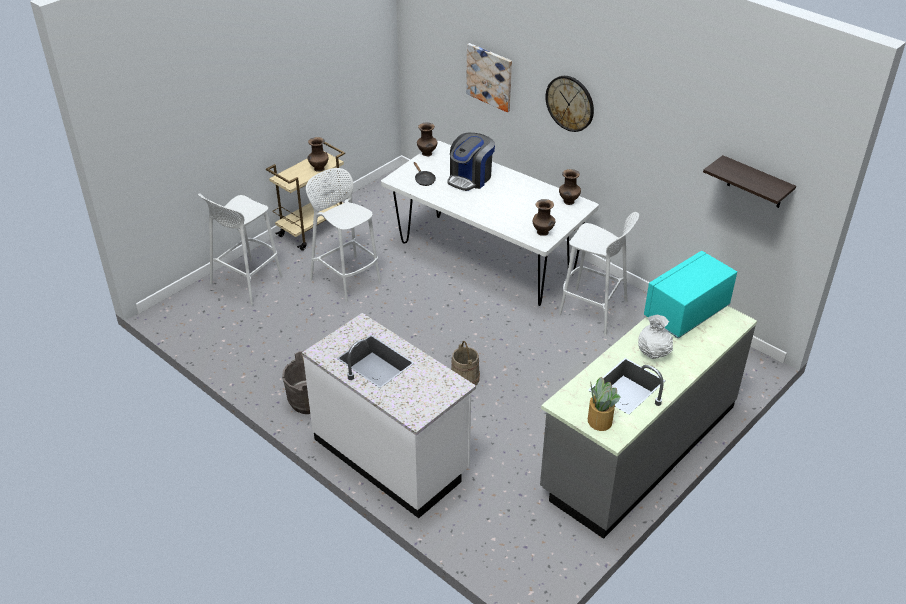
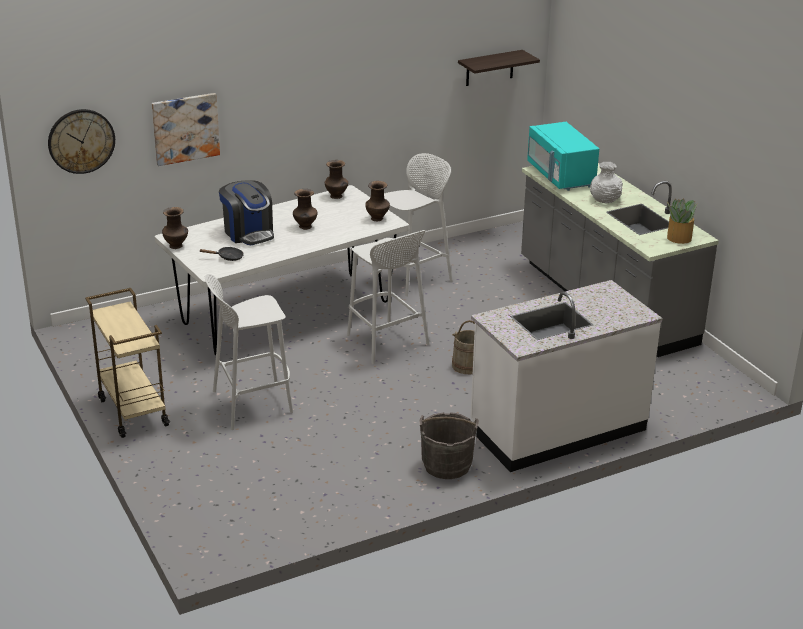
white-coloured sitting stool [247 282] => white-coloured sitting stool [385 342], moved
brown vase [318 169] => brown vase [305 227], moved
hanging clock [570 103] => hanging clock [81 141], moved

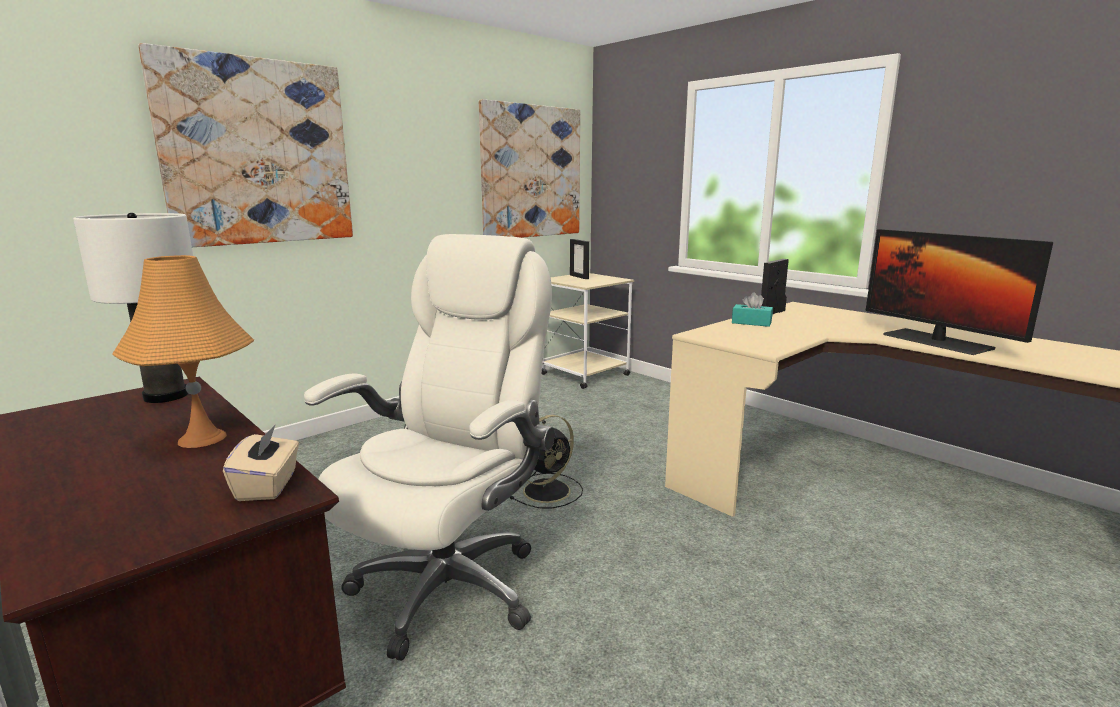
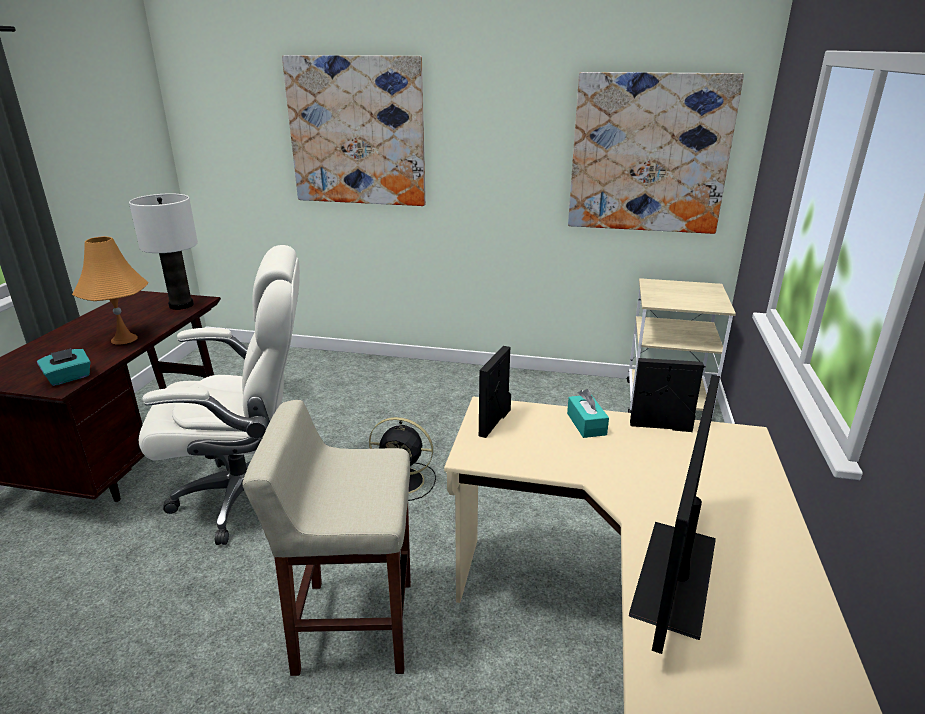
nothing => sand-coloured sitting stool [352 625]
standing frame [579 277] => standing frame [495 422], moved
sand-coloured box of tissues [268 486] => turquoise-coloured box of tissues [69 378]

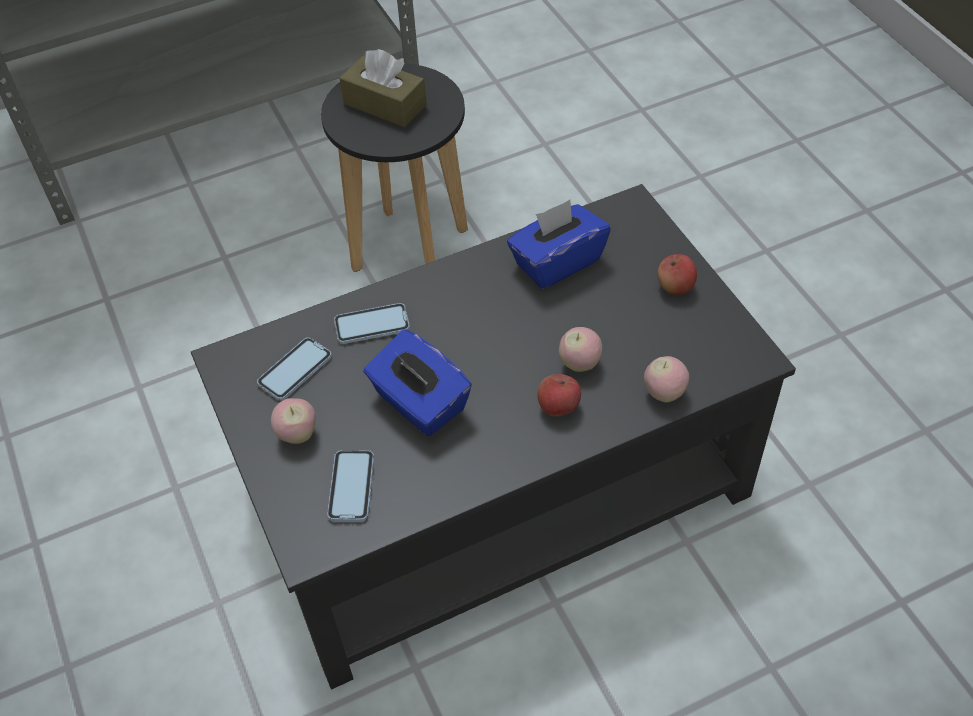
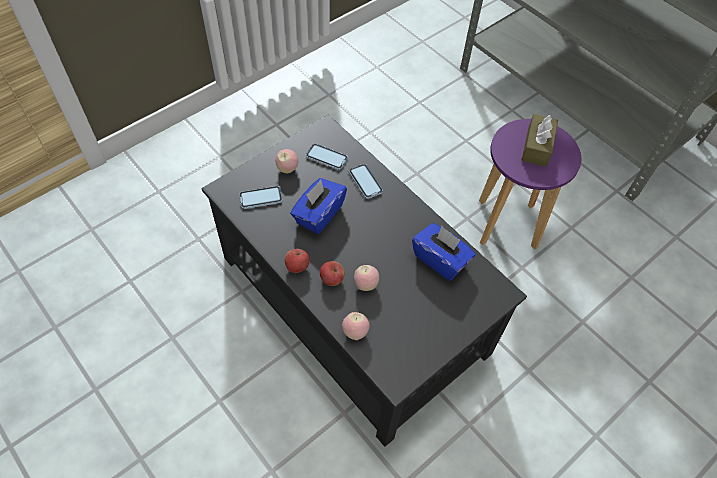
whole apple [675 287] => whole apple [297 267], moved
black-coloured sitting stool [410 249] => purple sitting stool [507 224]

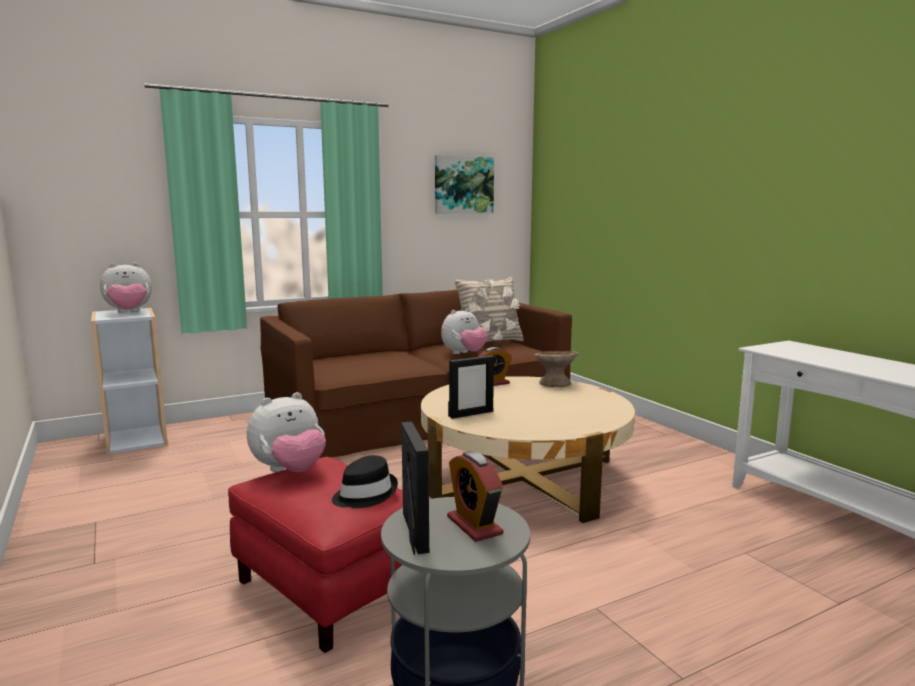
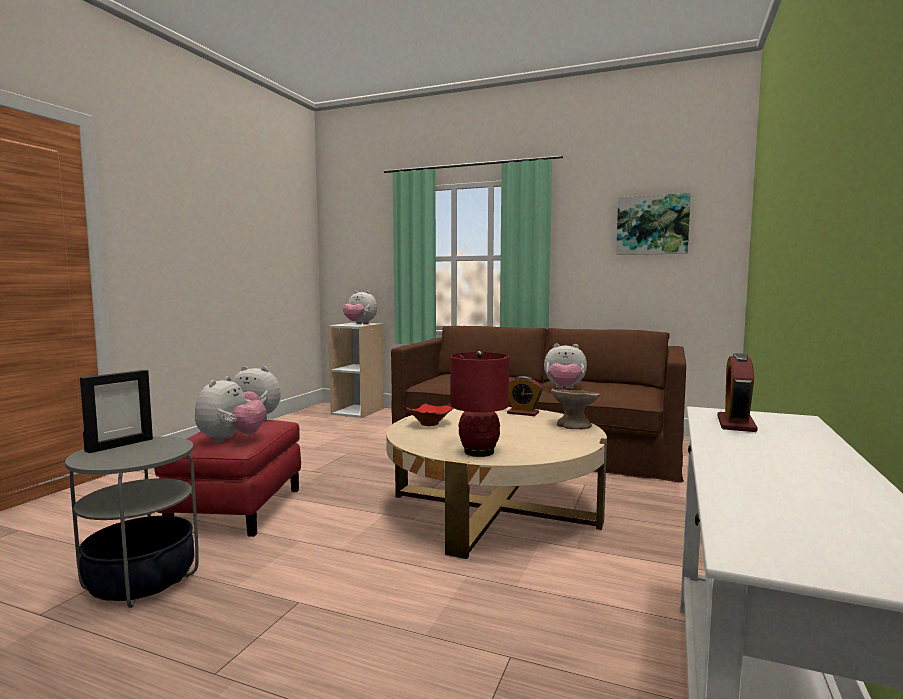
sand-coloured pillow [490 342] => nothing
nothing => red-coloured lamp for a table [479 452]
table clock [474 525] => table clock [736 424], moved
black-coloured clothing hat [364 494] => cuddly toy [231 440]
standing frame [471 414] => red-coloured serving bowl [430 424]

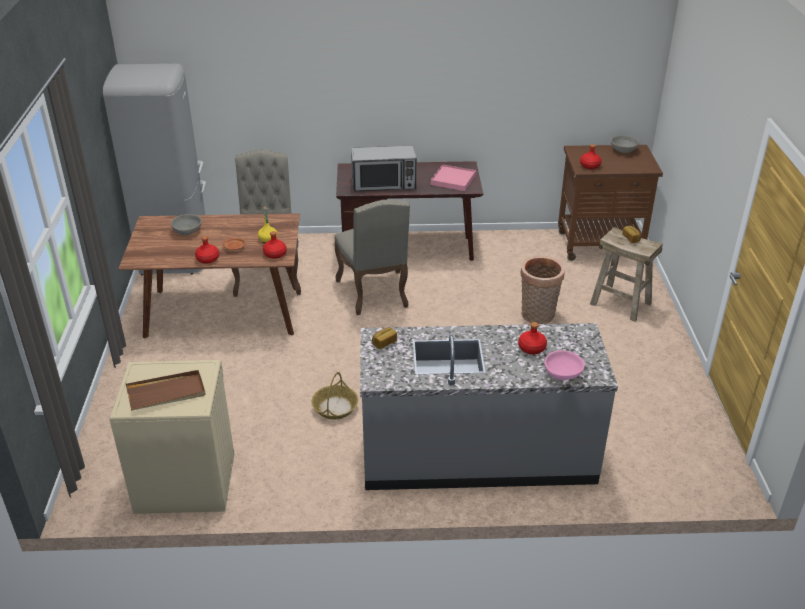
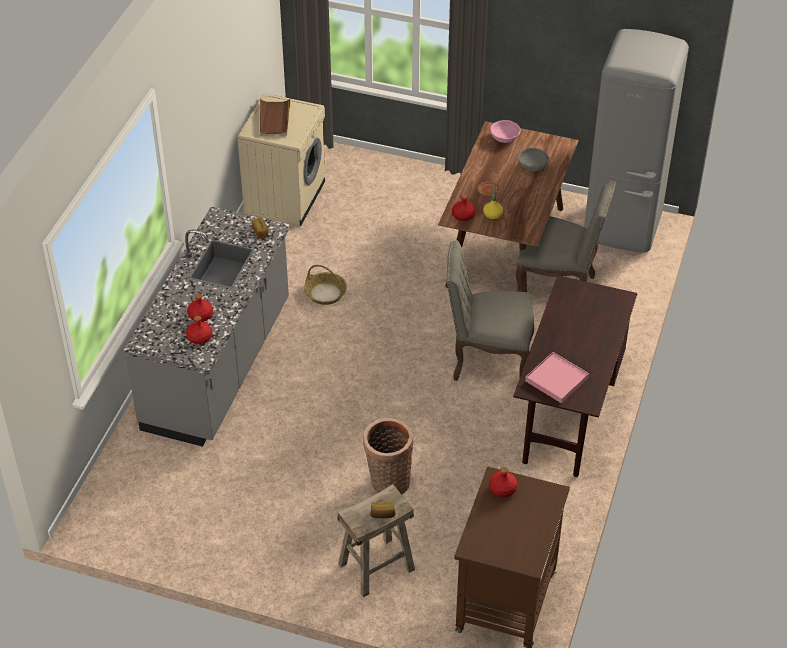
microwave [384 184] => nothing
gray serving bowl [624 150] => nothing
red-coloured bottle [207 259] => red-coloured bottle [200 337], moved
pink serving bowl [562 374] => pink serving bowl [504 138], moved

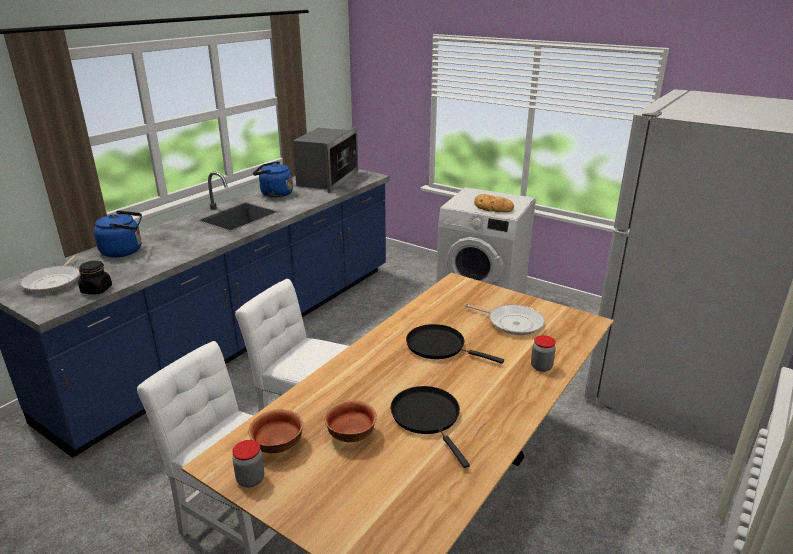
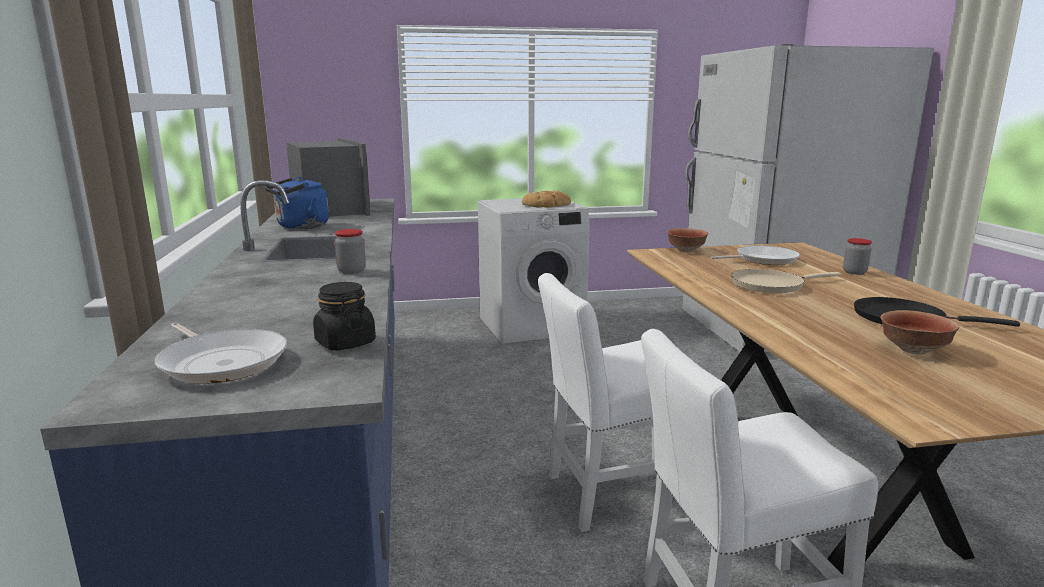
blue-coloured tea kettle [125 251] => nothing
preserve jar [250 479] => preserve jar [351 271], moved
serving bowl [278 446] => serving bowl [686 251], moved
black-coloured skillet [439 346] => sand-coloured skillet [771 285]

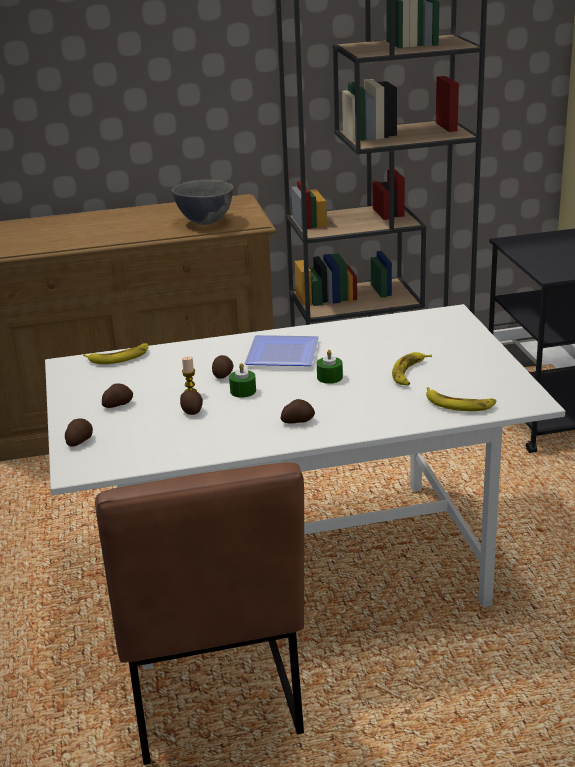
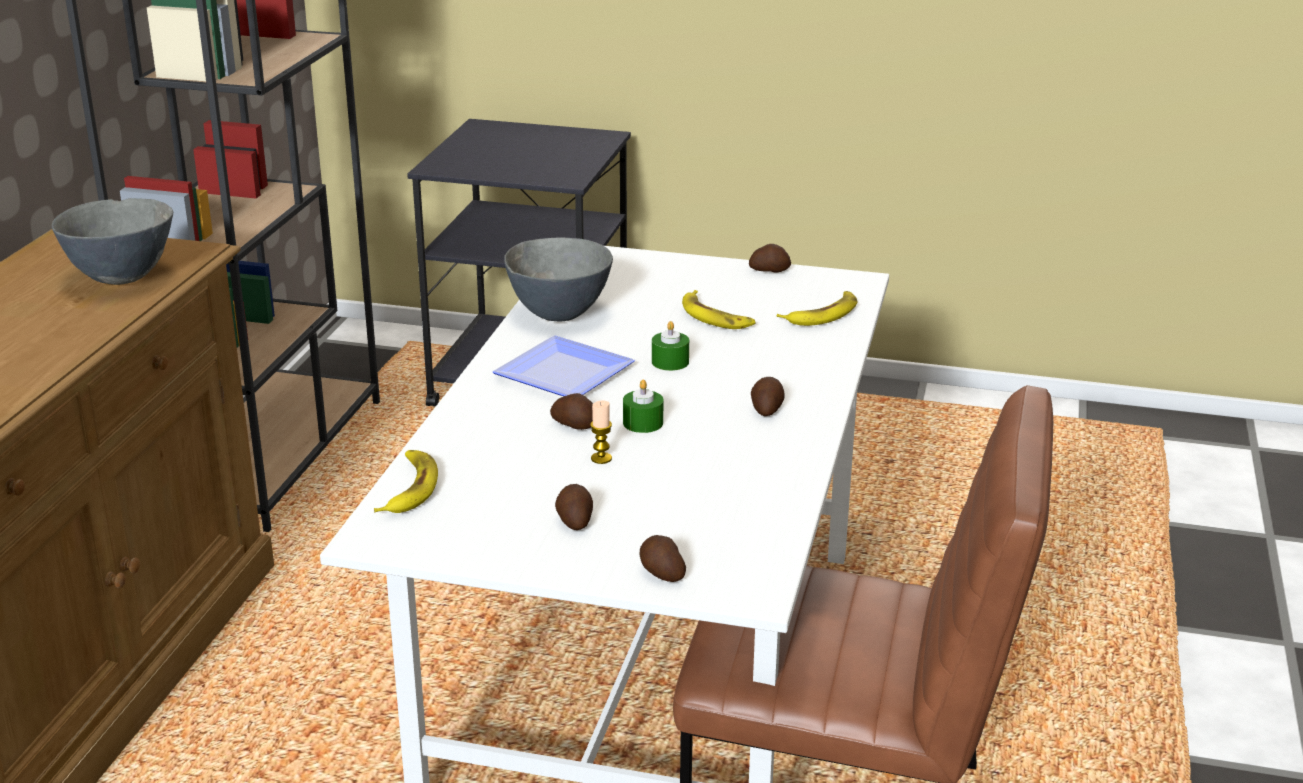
nothing => gray serving bowl [558 315]
whole potato [192 410] => whole potato [769 270], moved

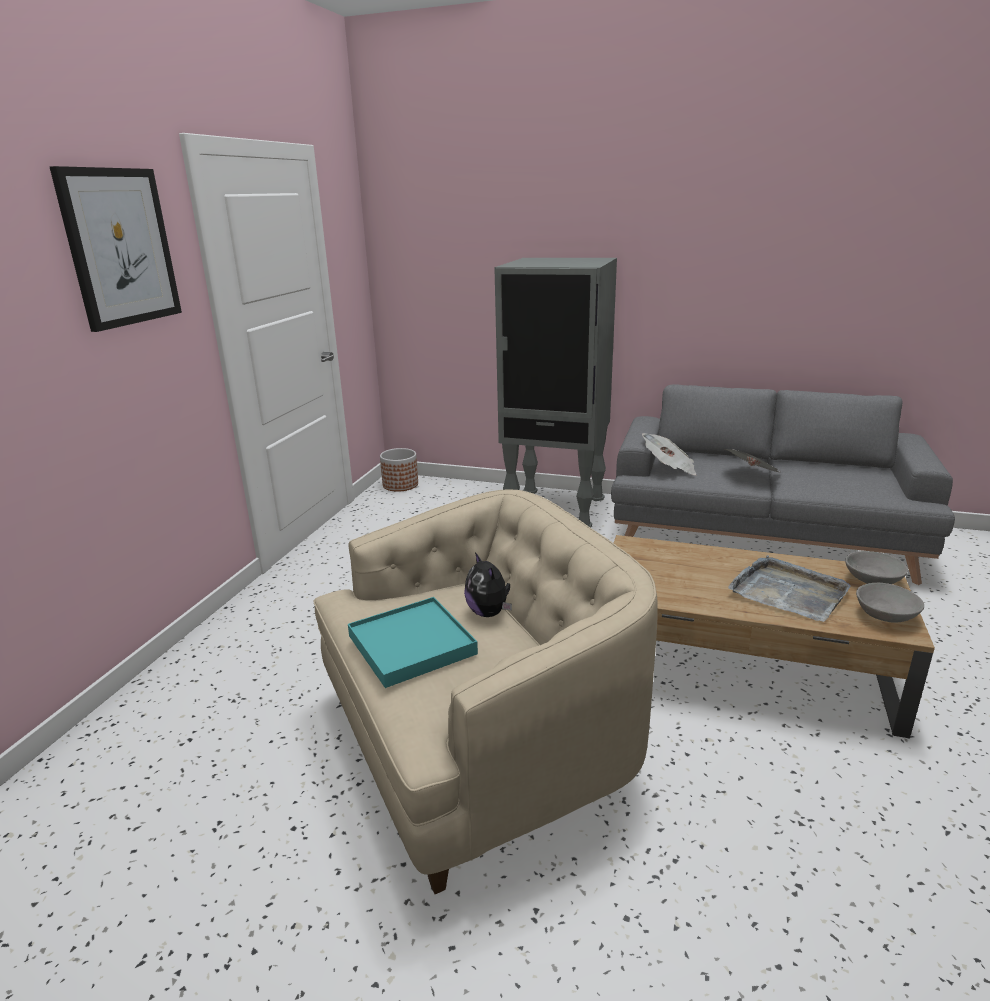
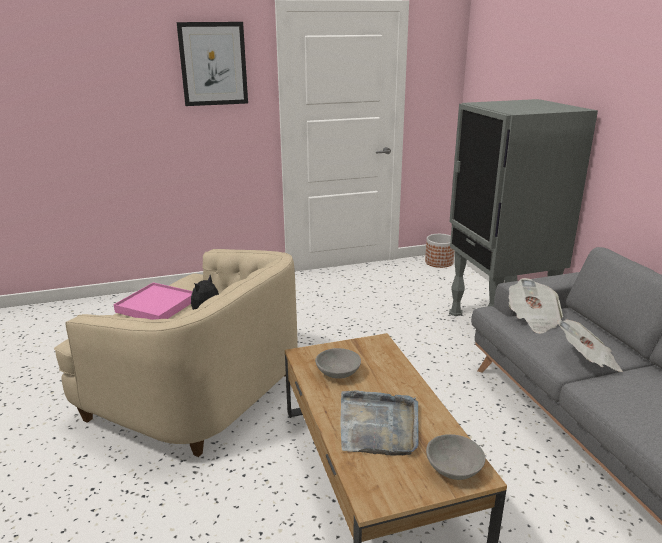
gray serving bowl [884 615] => gray serving bowl [338 373], moved
turquoise-coloured tray [412 645] => pink tray [157 306]

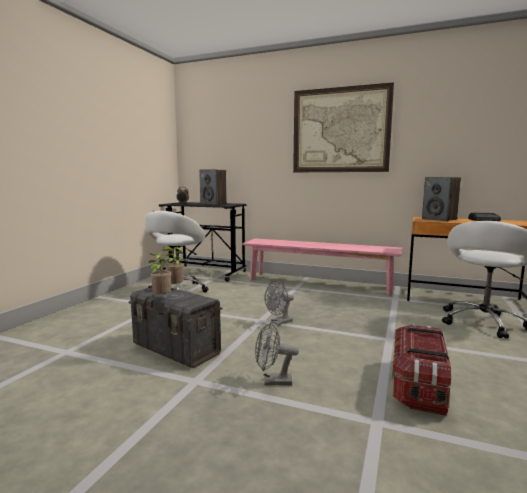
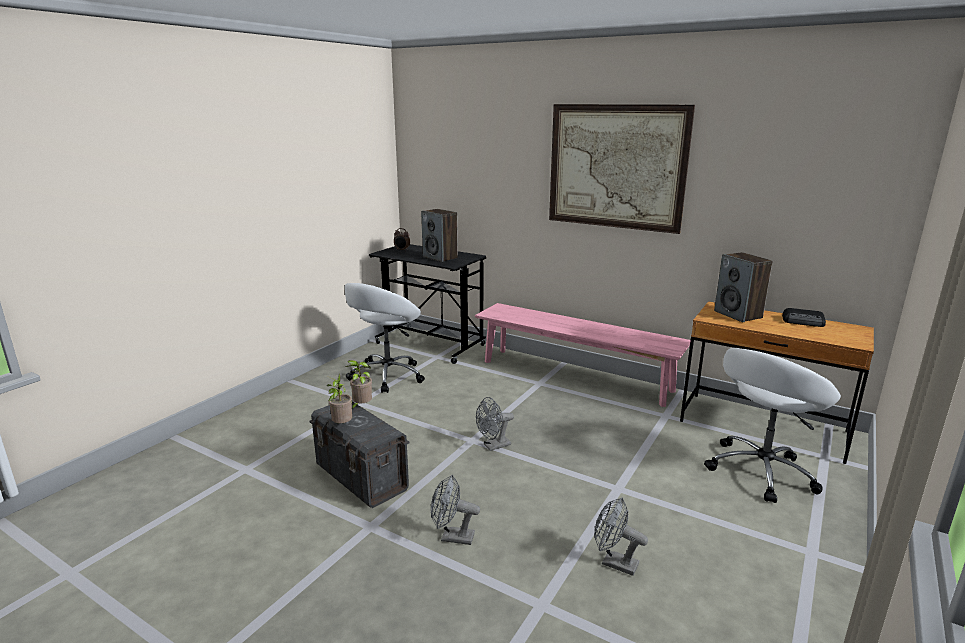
storage bin [418 385] => gray fan [614 563]

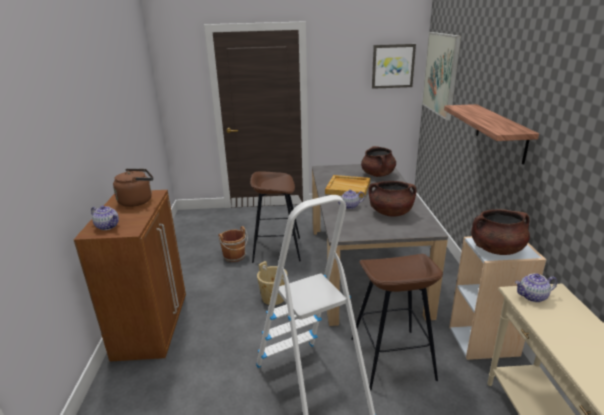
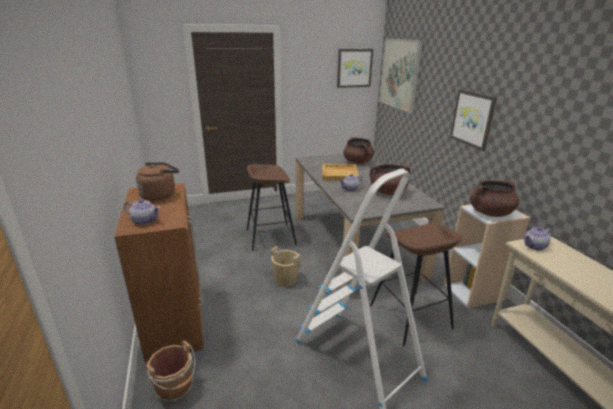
brown water bucket [235 256] => brown water bucket [176 388], moved
bracket shelf [501 132] => picture [472 119]

